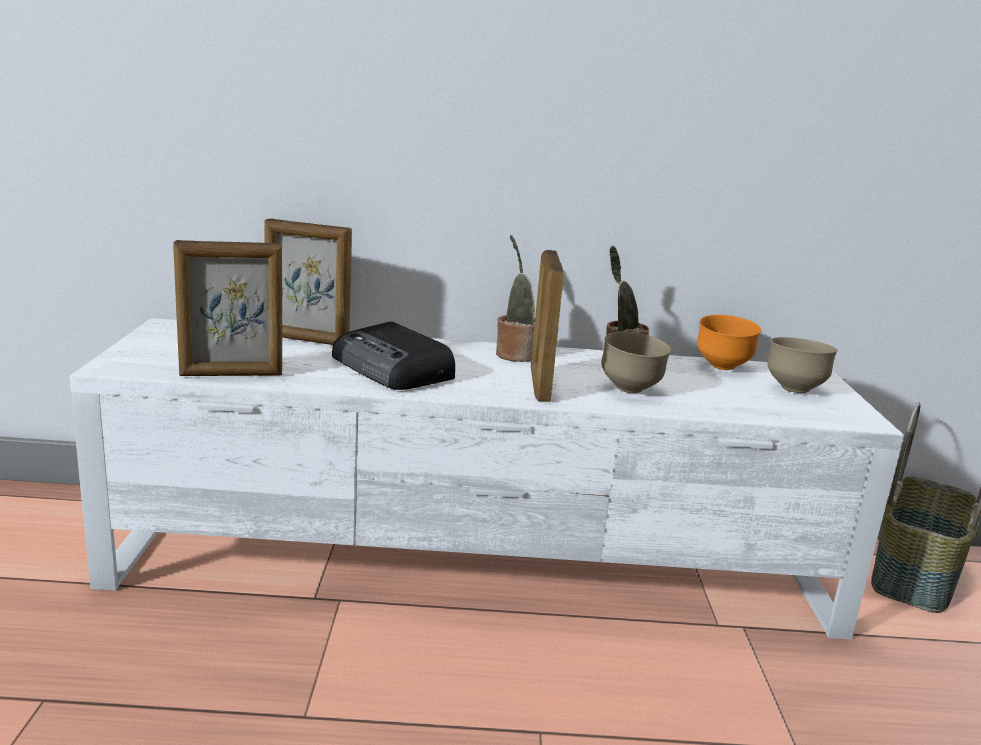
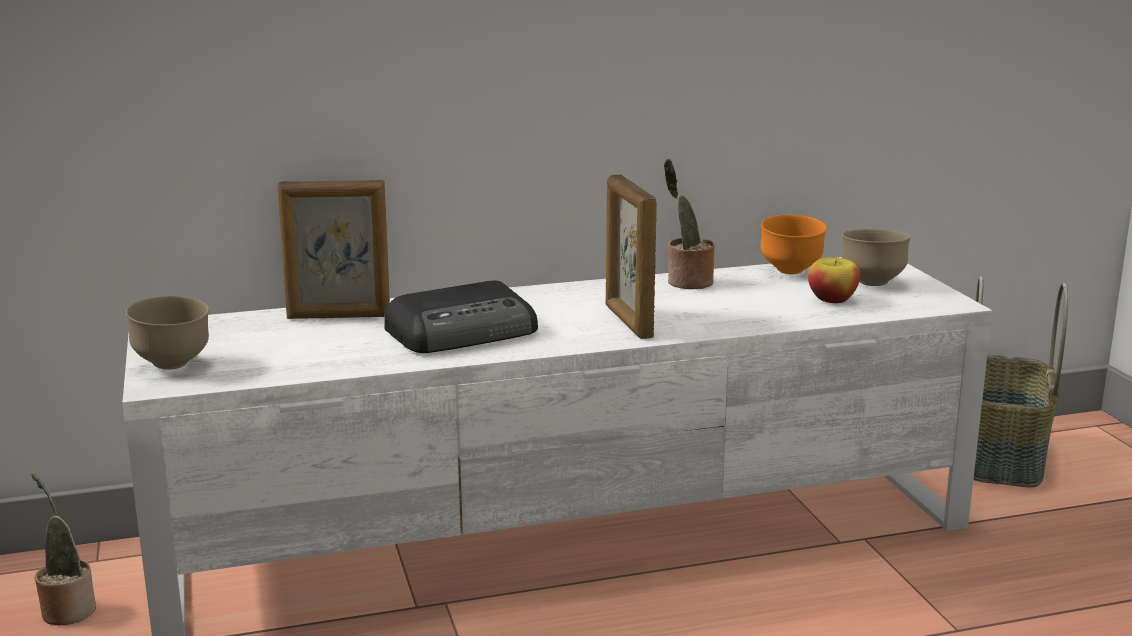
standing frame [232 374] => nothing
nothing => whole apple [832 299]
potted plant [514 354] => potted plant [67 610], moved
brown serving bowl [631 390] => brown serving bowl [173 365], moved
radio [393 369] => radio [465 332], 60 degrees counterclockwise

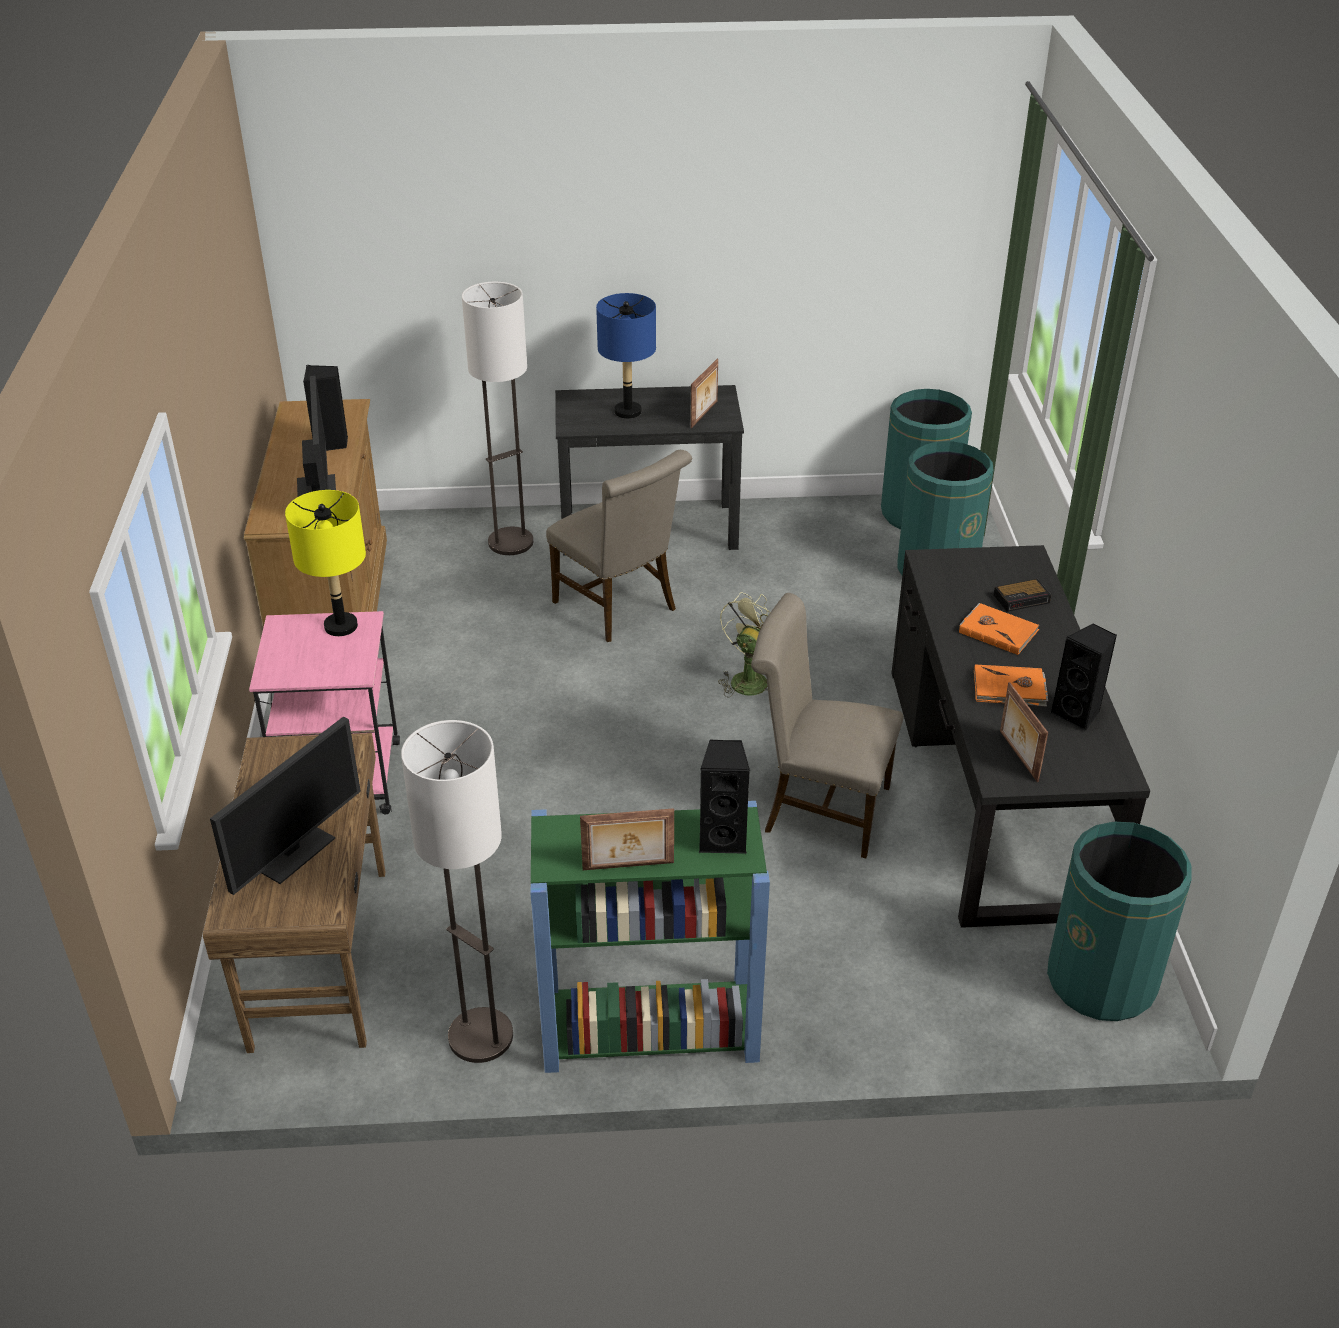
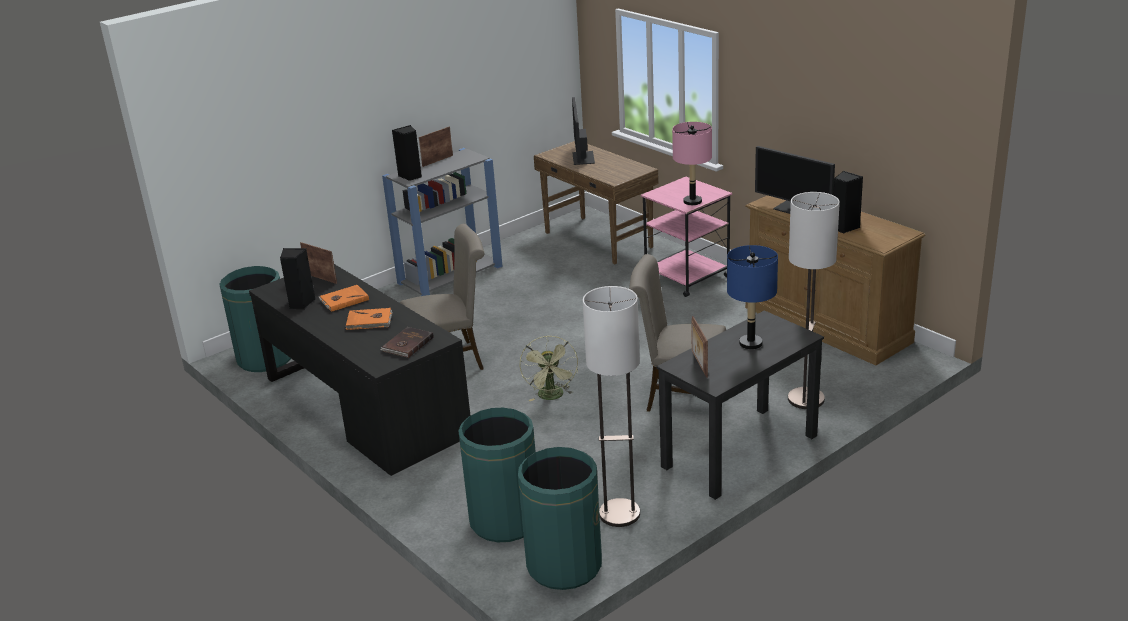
table clock [1022 599] => nothing
nothing => brown book [407 344]
standing lamp [481 1036] => standing lamp [619 514], moved
yellow-coloured lamp for a table [340 626] => pink lamp for a table [692 201]
greenish shelving unit [647 1024] => gray shelving unit [451 274]

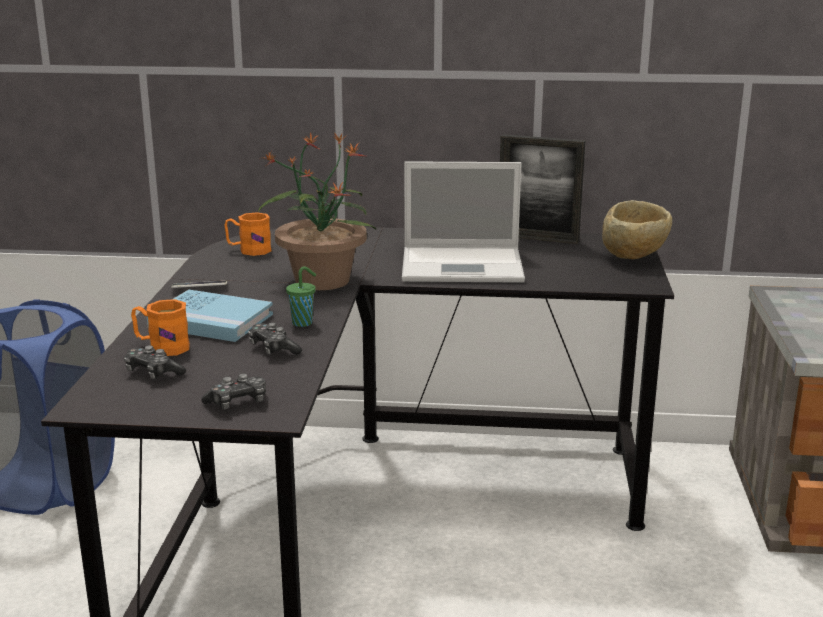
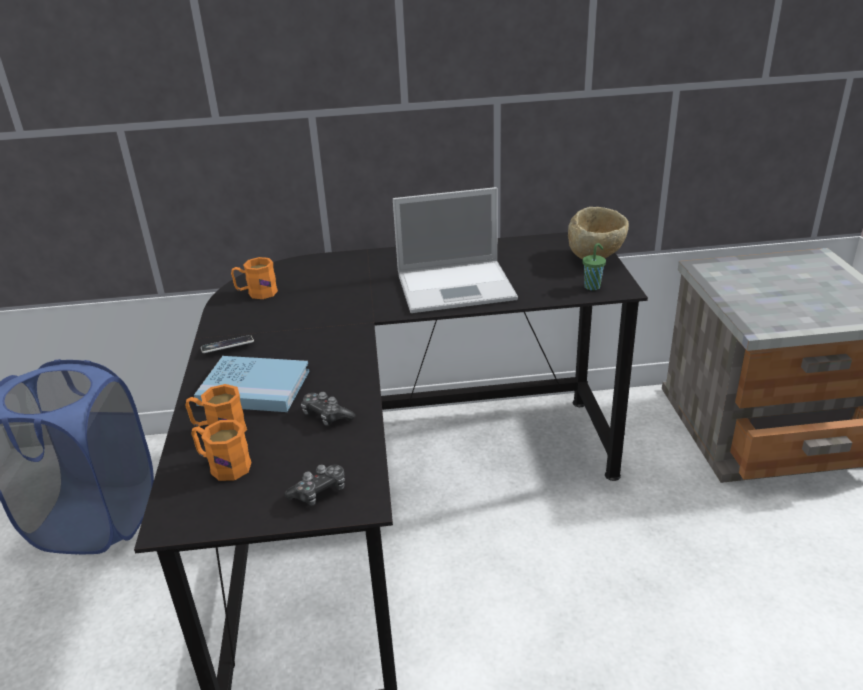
potted plant [321 280] => nothing
standing frame [537 238] => nothing
greenish small cup [303 323] => greenish small cup [592 286], moved
gamepad [153 373] => orange-coloured mug [223 465]

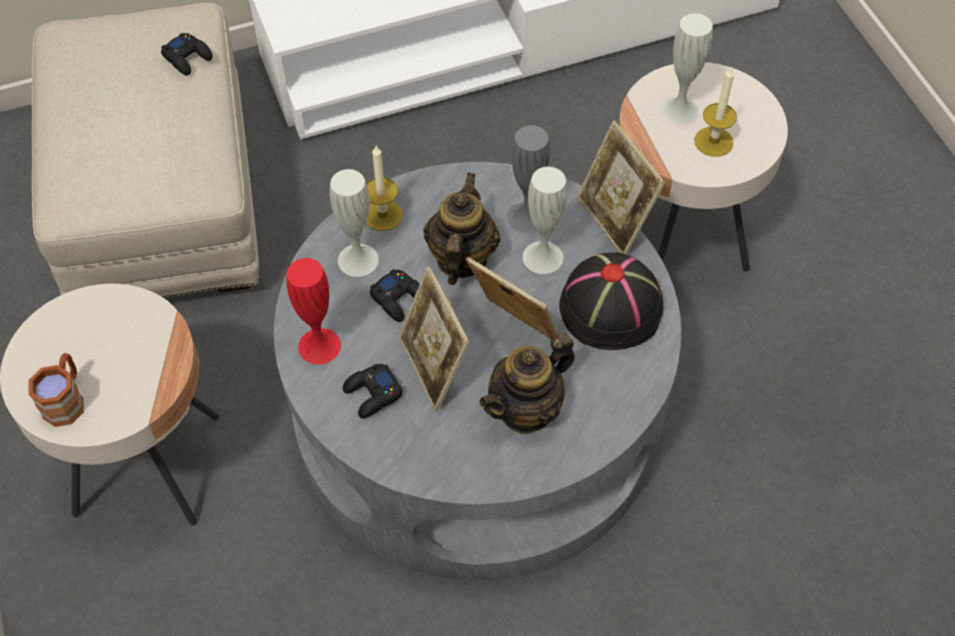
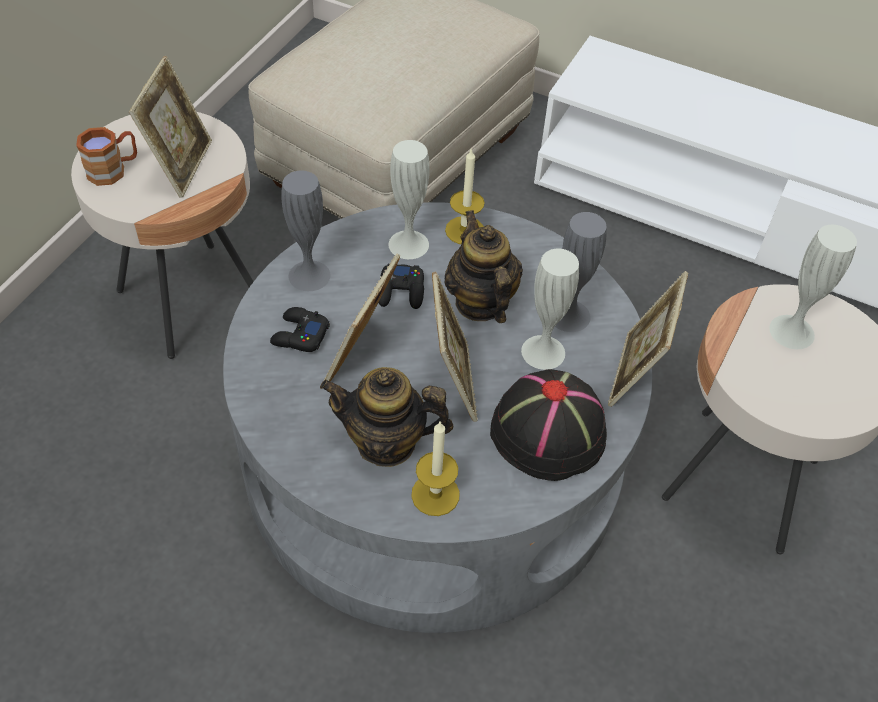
black-coloured gamepad [188 58] => nothing
nothing => standing frame [181 166]
candle [713 141] => candle [435 494], moved
red-coloured vase [319 346] => gray vase [309 275]
tea pot [461 259] => tea pot [480 302], 75 degrees counterclockwise

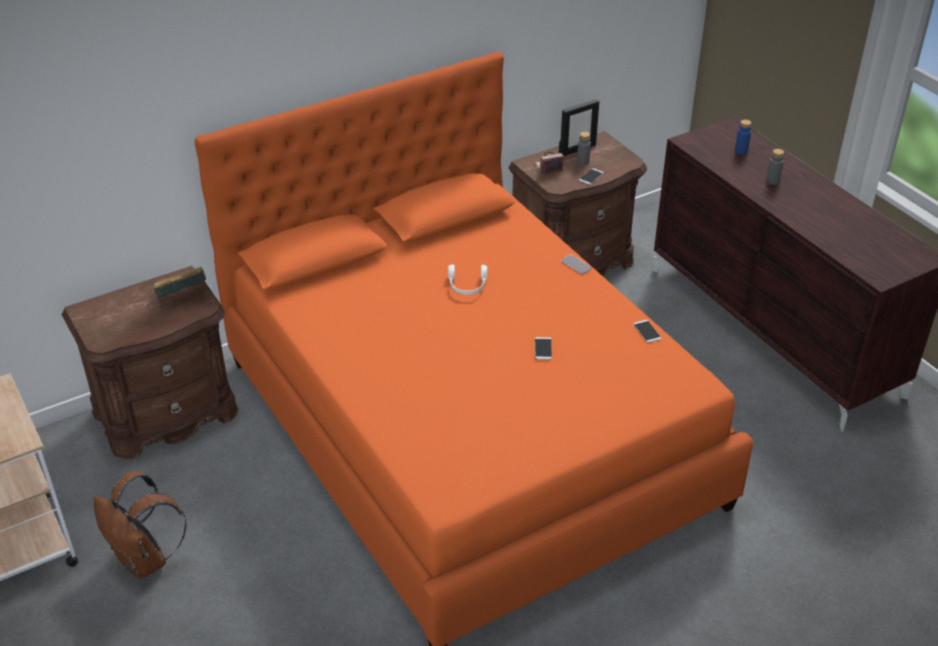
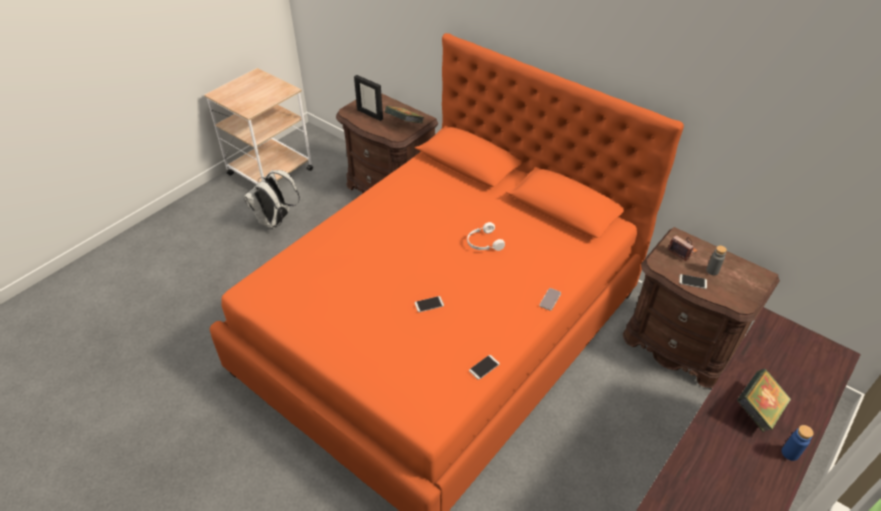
standing frame [577 149] => standing frame [370 114], moved
blue-coloured bottle [741 151] => blue-coloured bottle [790 453], moved
gray bottle [772 181] => book [758 410]
brown knapsack [145 560] => white-coloured knapsack [275 221]

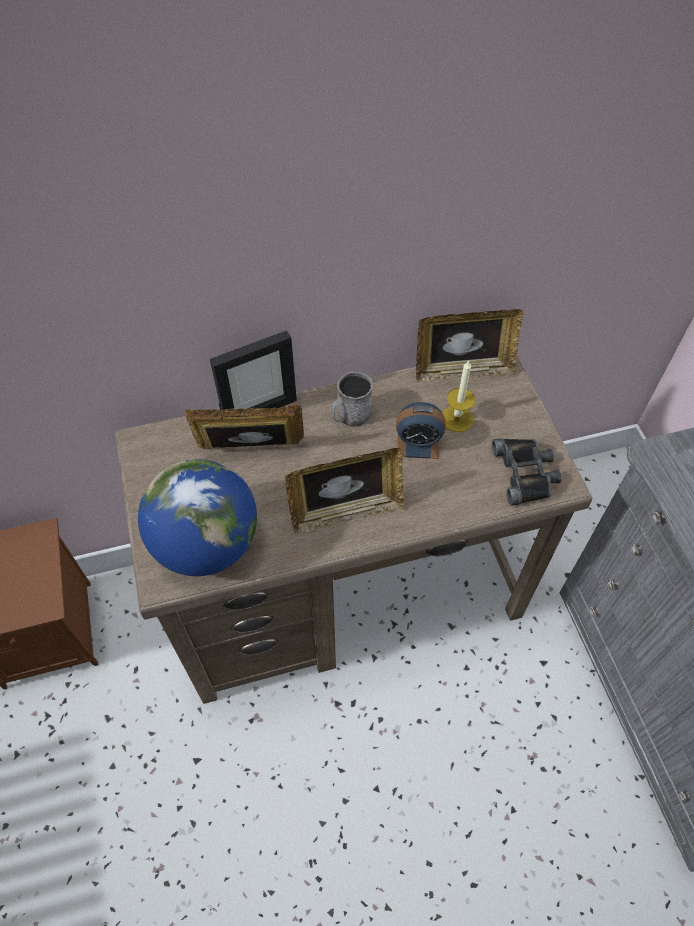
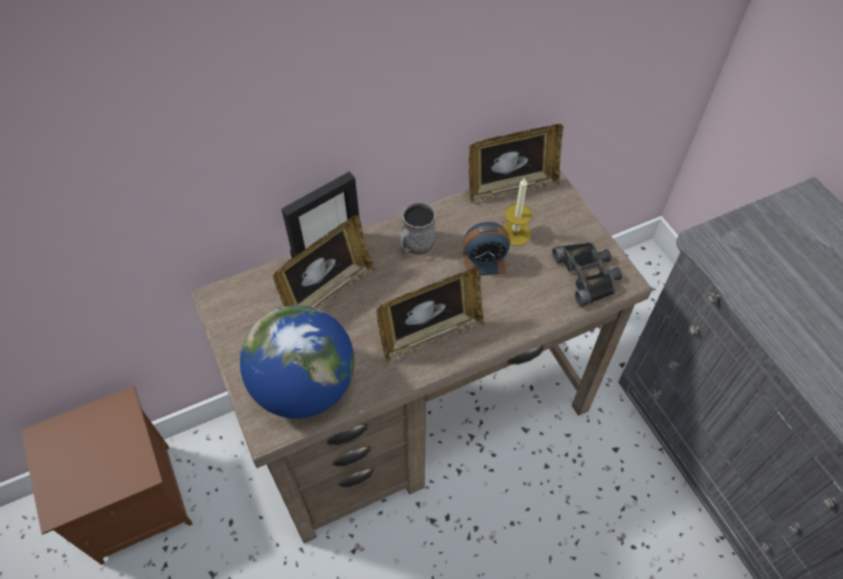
standing frame [251 452] => standing frame [328 292], 150 degrees clockwise

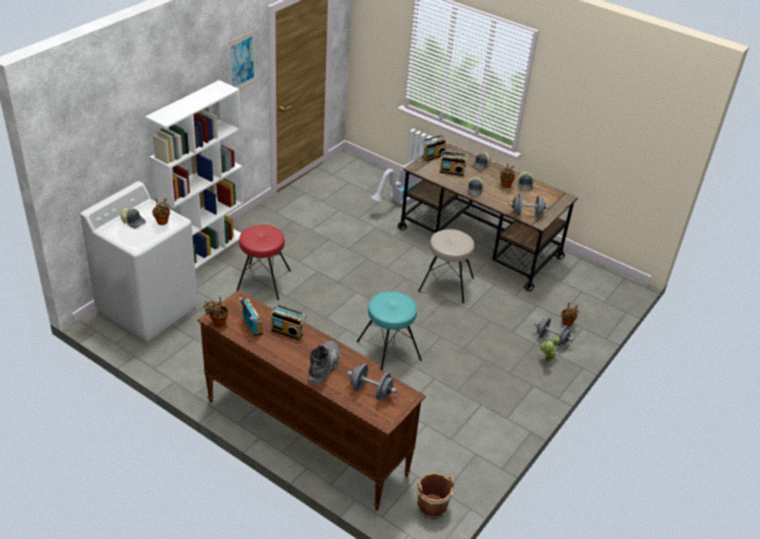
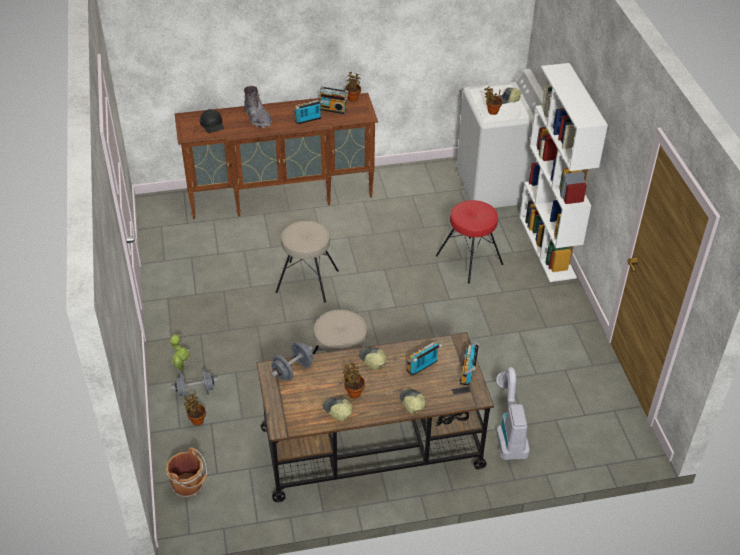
picture [241 62] => nothing
brown water bucket [431 505] => brown water bucket [189 486], moved
gray hand weight [371 391] => black-coloured cap [212 124]
turquoise-coloured sitting stool [388 351] => sand-coloured sitting stool [307 280]

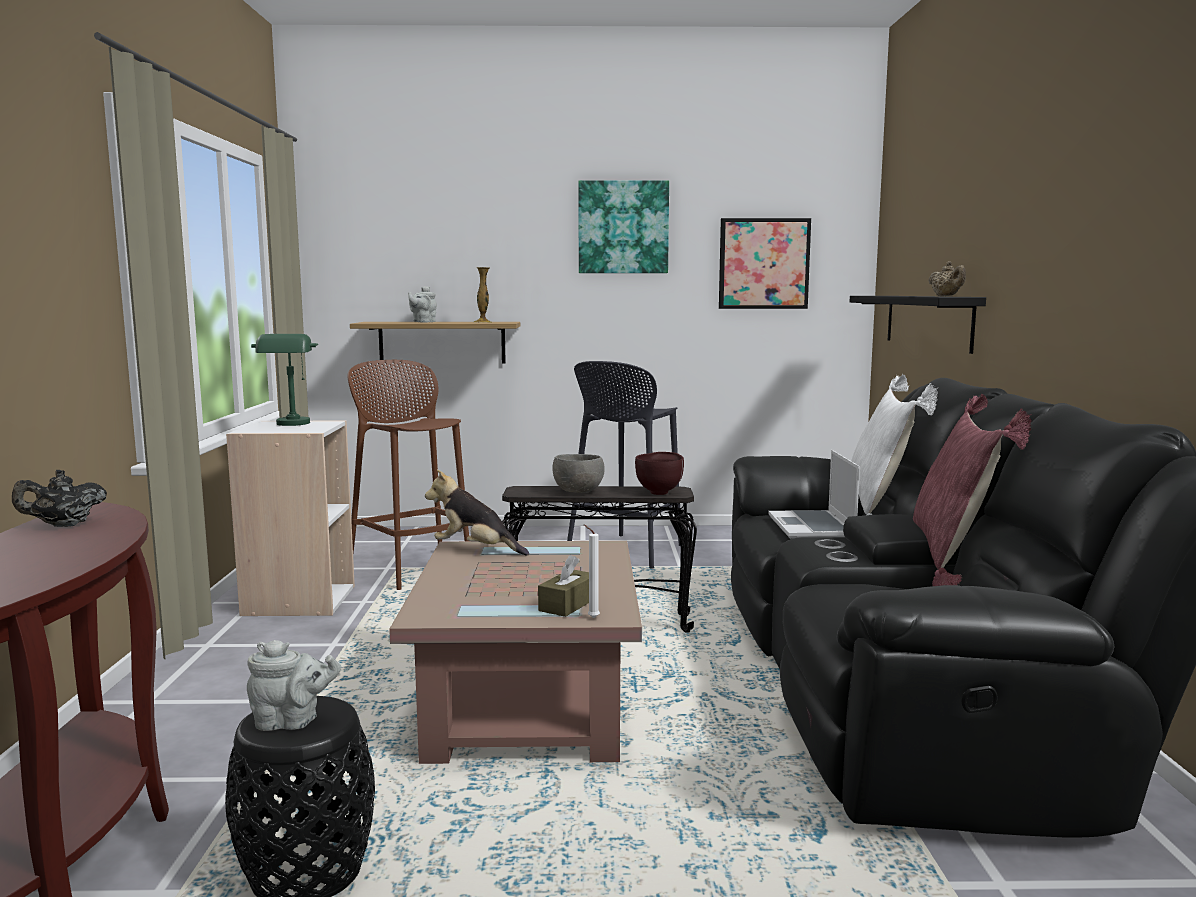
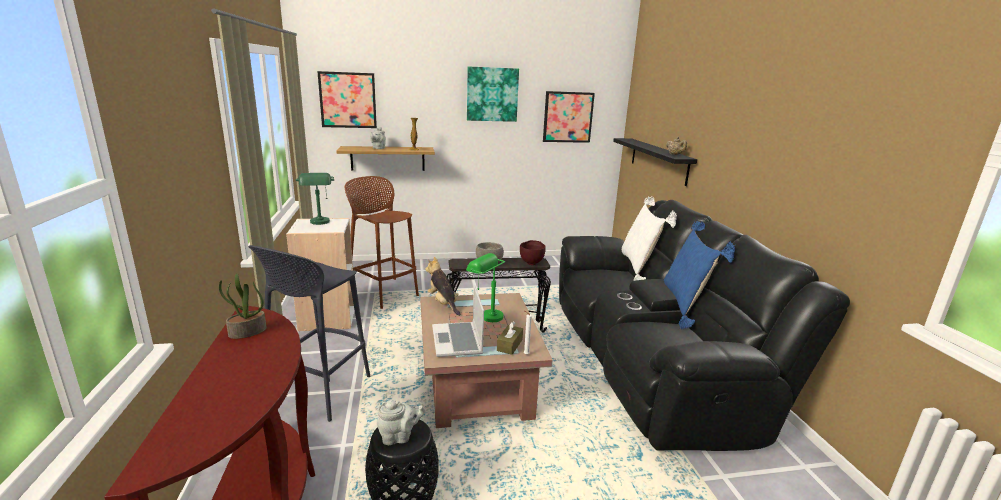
nothing => picture [348 100]
nothing => greenish lamp for a table [485 315]
gray sitting stool [628 551] => gray sitting stool [320 389], moved
notebook computer [813 527] => notebook computer [458 341], moved
black-coloured tea pot [63 525] => potted plant [247 332]
red-coloured pillow [954 576] => blue-coloured pillow [684 312]
cuddly toy [475 550] => cuddly toy [443 303], 45 degrees clockwise

